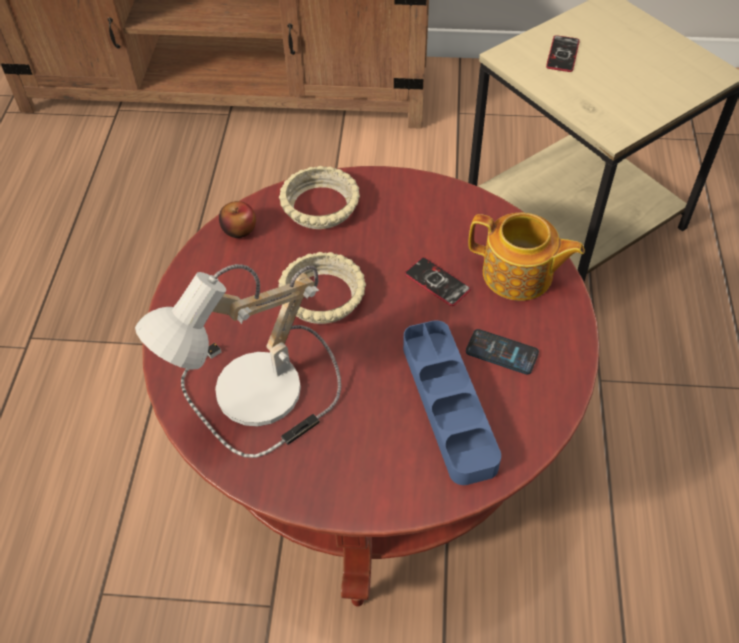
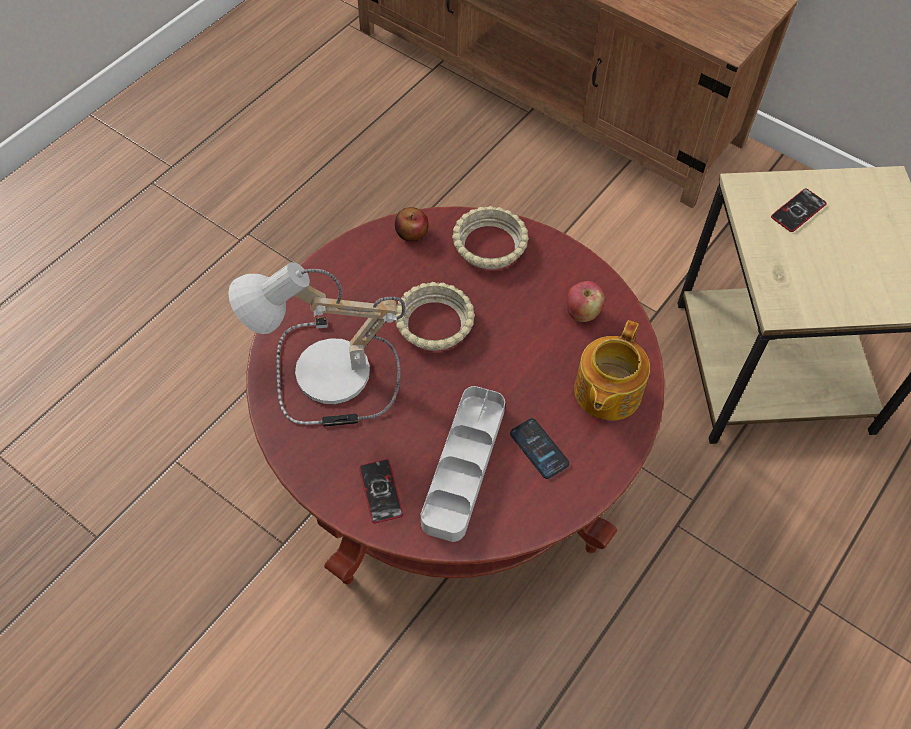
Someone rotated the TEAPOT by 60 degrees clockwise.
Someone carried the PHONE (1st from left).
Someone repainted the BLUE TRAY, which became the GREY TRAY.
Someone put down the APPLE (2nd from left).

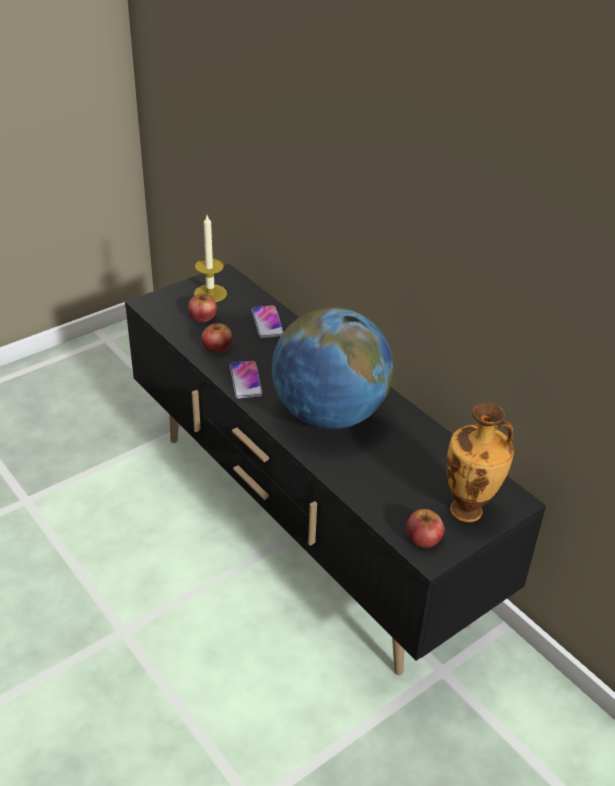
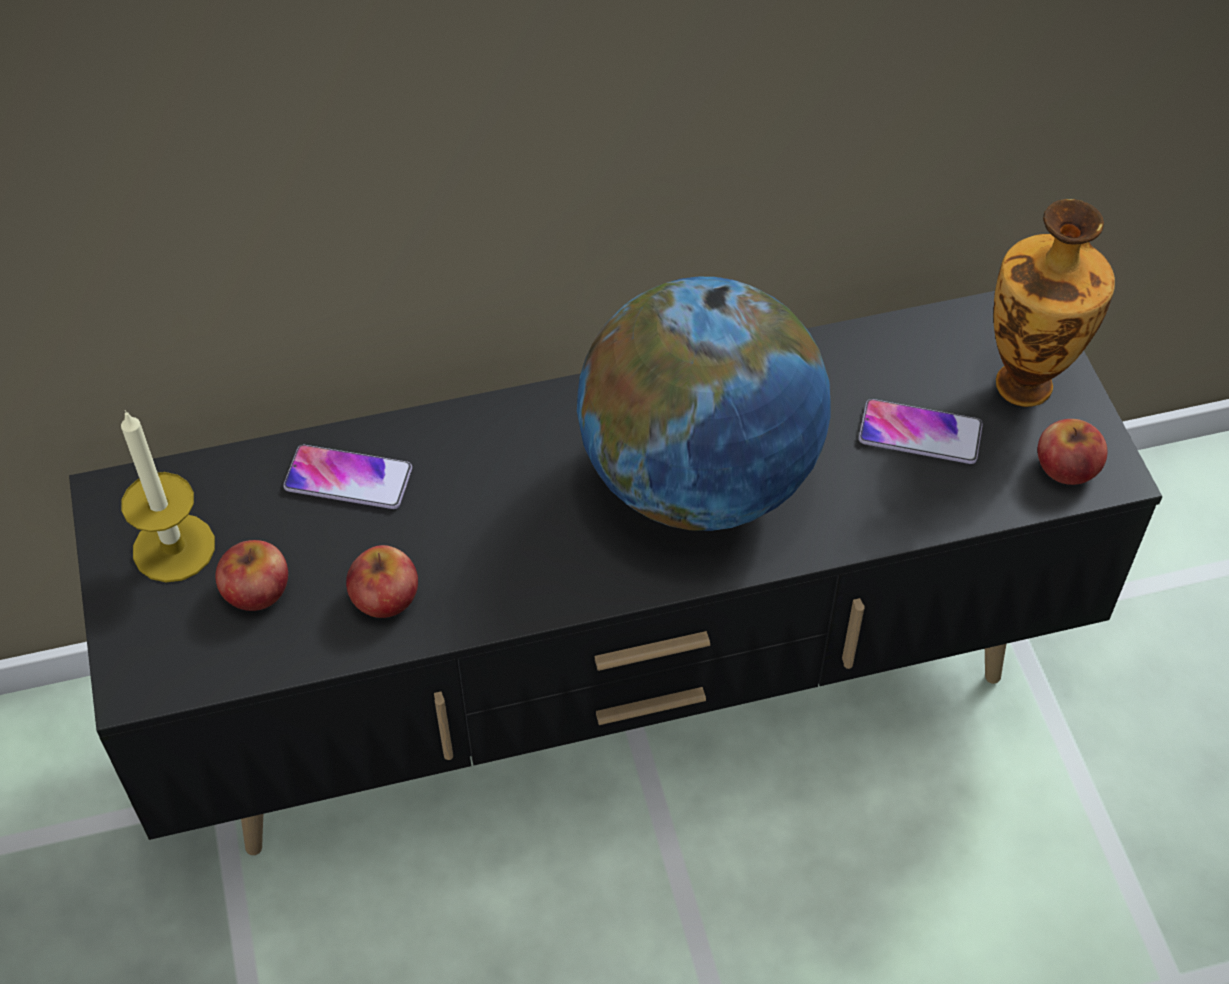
Someone carried the PHONE (1st from left in the first image).

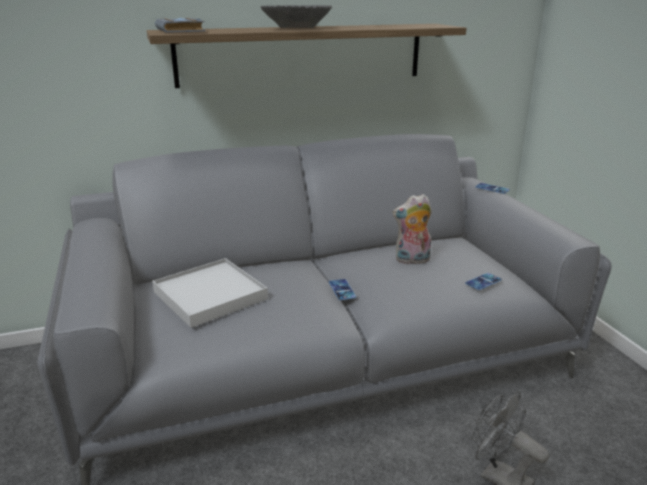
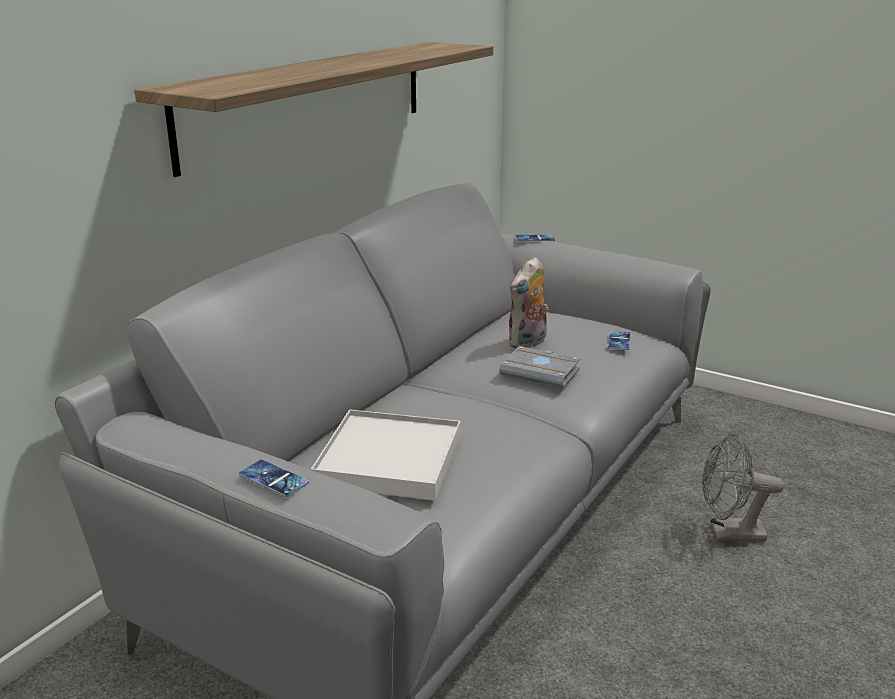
Someone took away the GREY BOWL.
Someone carried the GREY BOOK.
Someone carried the PHONE (1st from left).

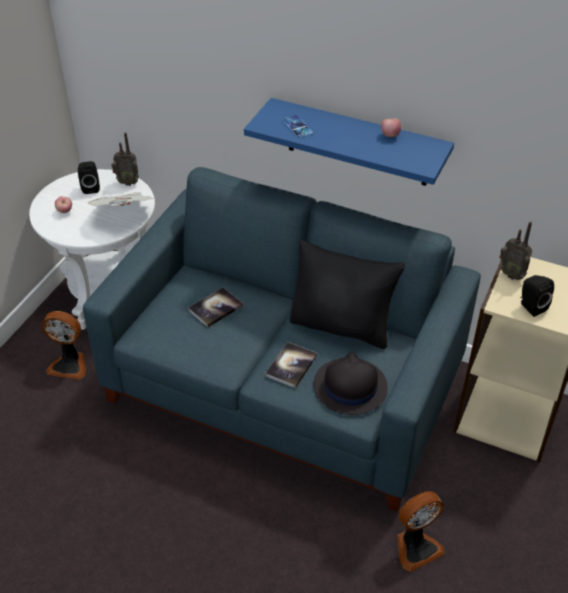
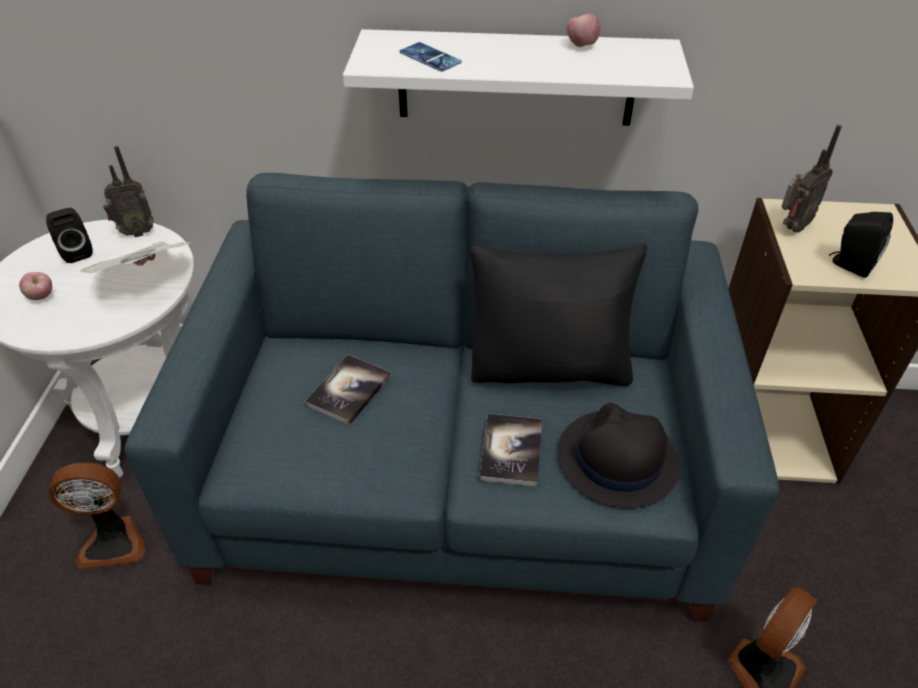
Someone repainted the BLUE SHELF, which became the WHITE SHELF.
Someone rotated the RADIO (2nd from left) by 60 degrees counterclockwise.

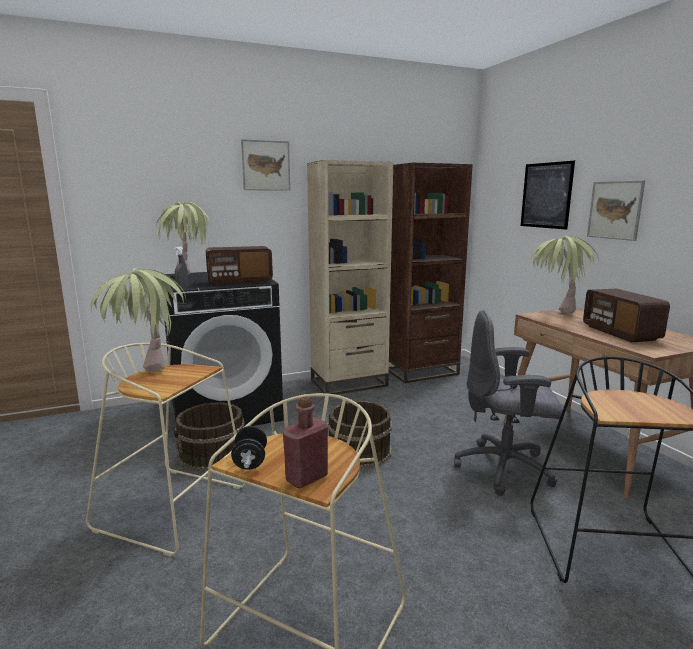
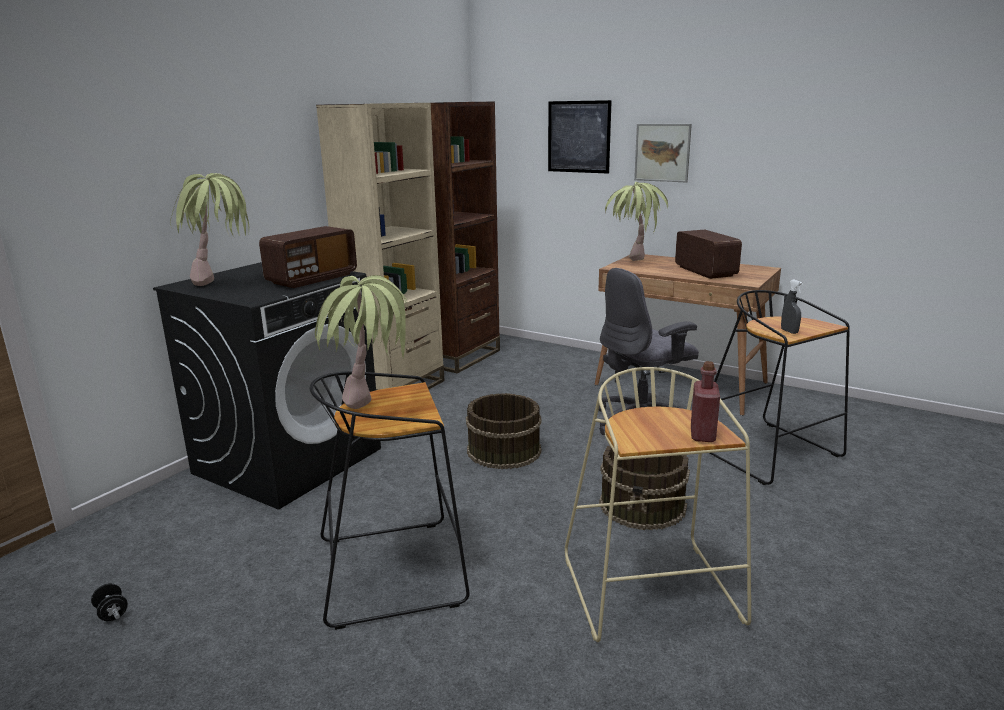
Someone took away the PICTURE (1st from left).
Someone carried the GREY SPRAY BOTTLE.
Someone rotated the RADIO (2nd from left) by 150 degrees counterclockwise.
Someone repainted the BEIGE STOOL (1st from left), which became the BLACK STOOL (1st from left).
Someone carried the BROWN BUCKET (1st from left in the first image).
Someone carried the BLACK DUMBBELL.

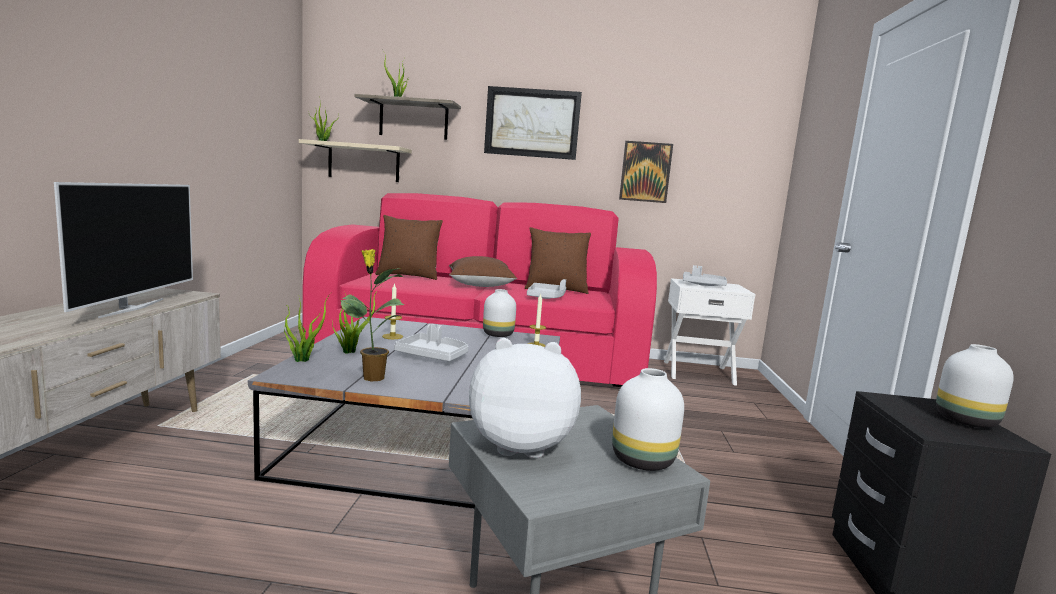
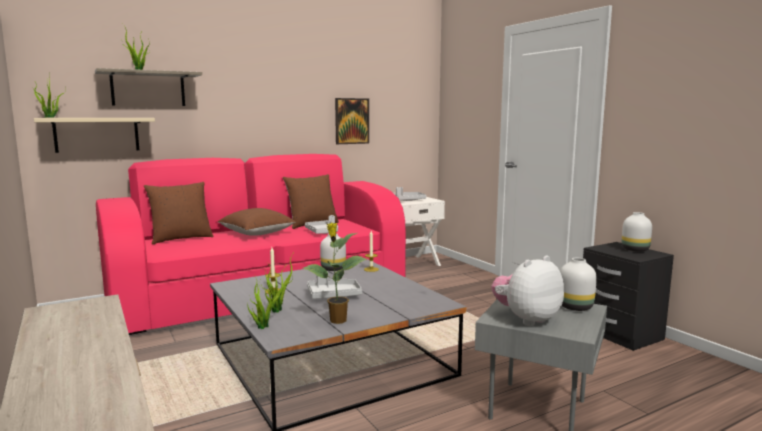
Someone took away the PICTURE (1st from left).
Someone took away the TELEVISION.

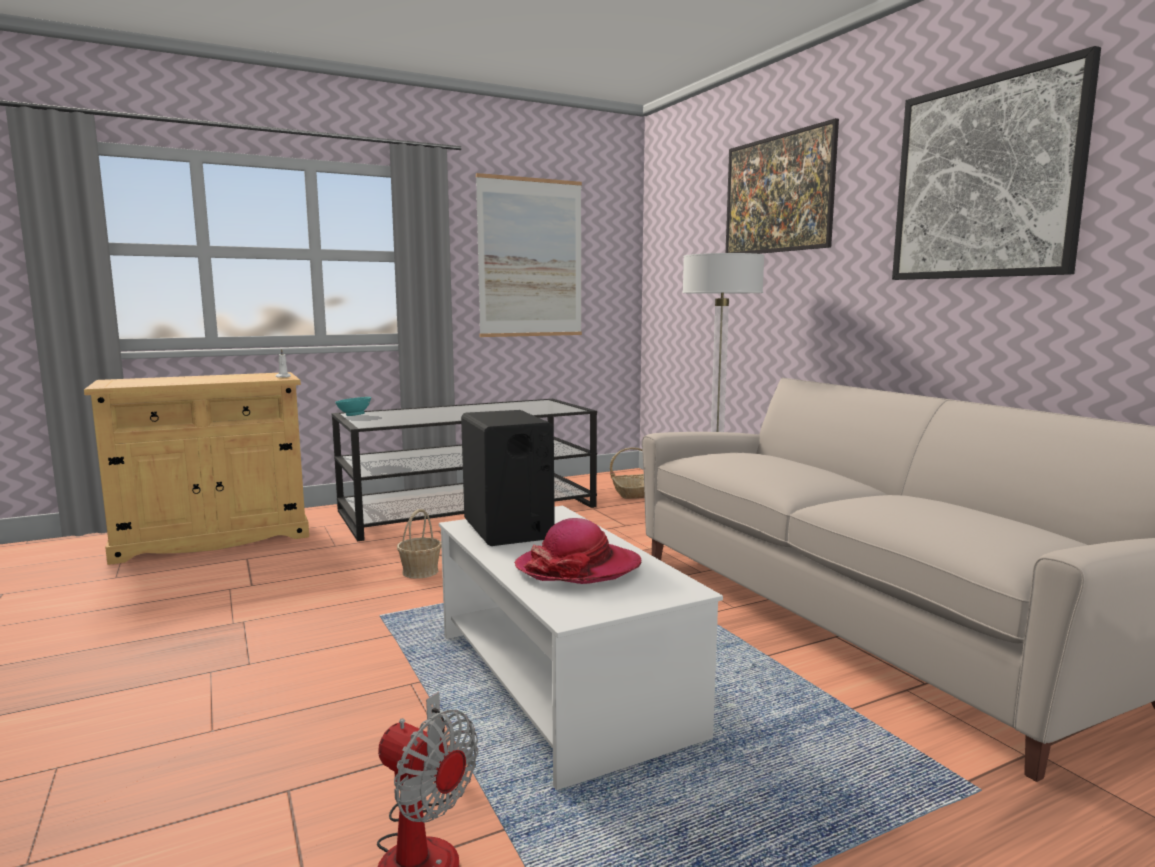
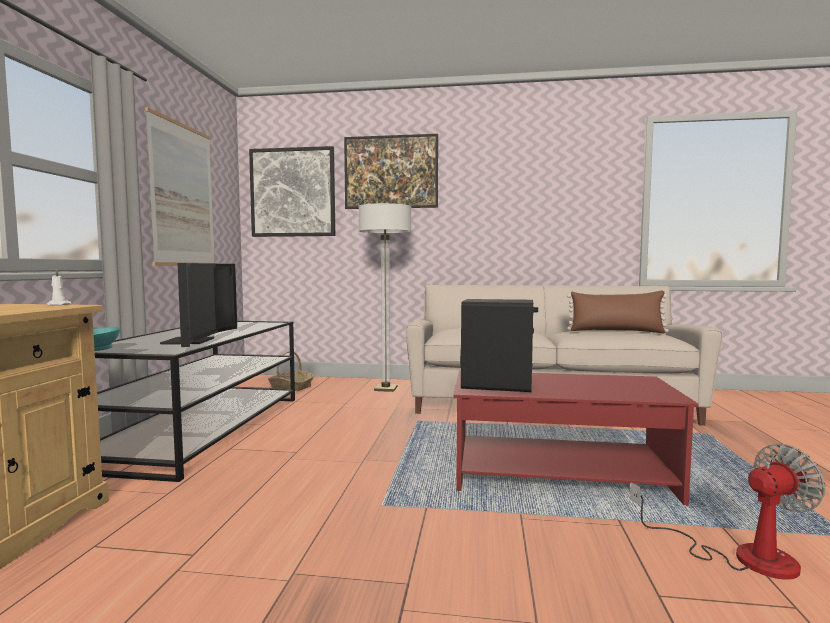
Someone carried the PICTURE (3rd from left in the first image).
Someone repainted the WHITE COFFEE TABLE, which became the RED COFFEE TABLE.
Someone took away the BASKET (1st from left).
Someone took away the HAT.
Someone put down the TELEVISION.
Someone put down the BROWN PILLOW.

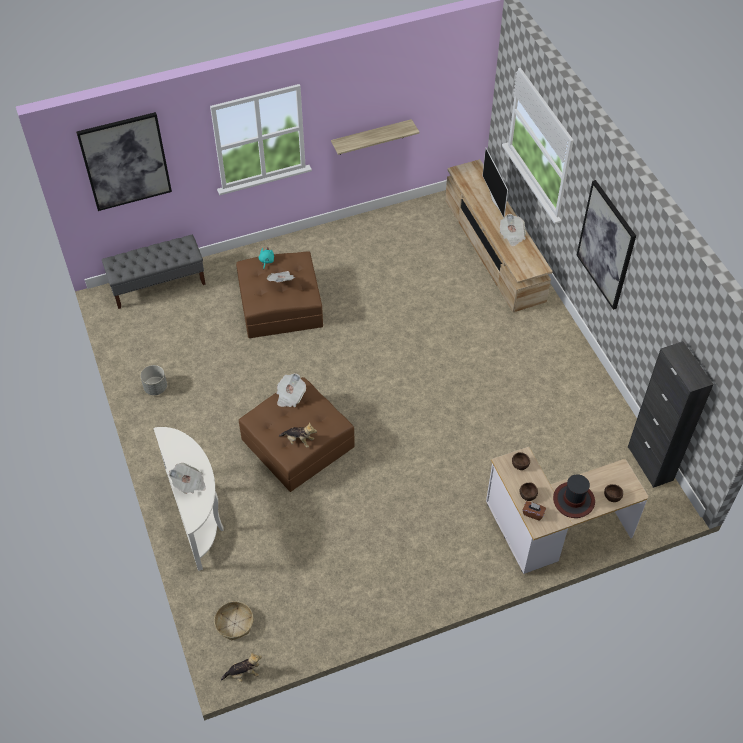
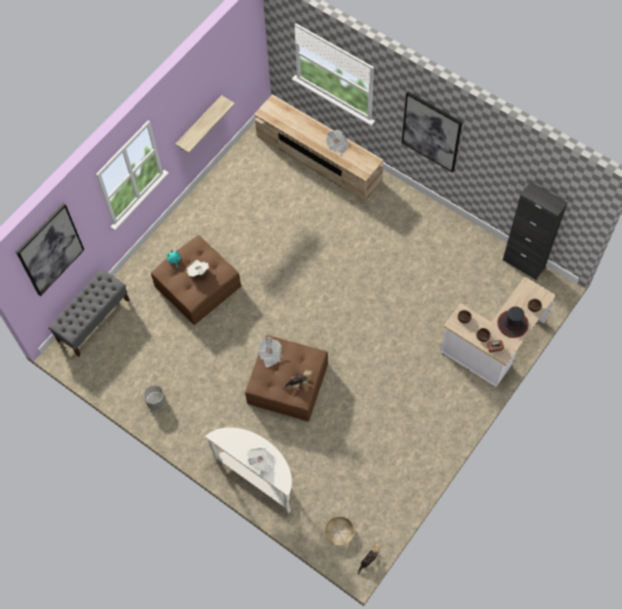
Someone took away the TELEVISION.

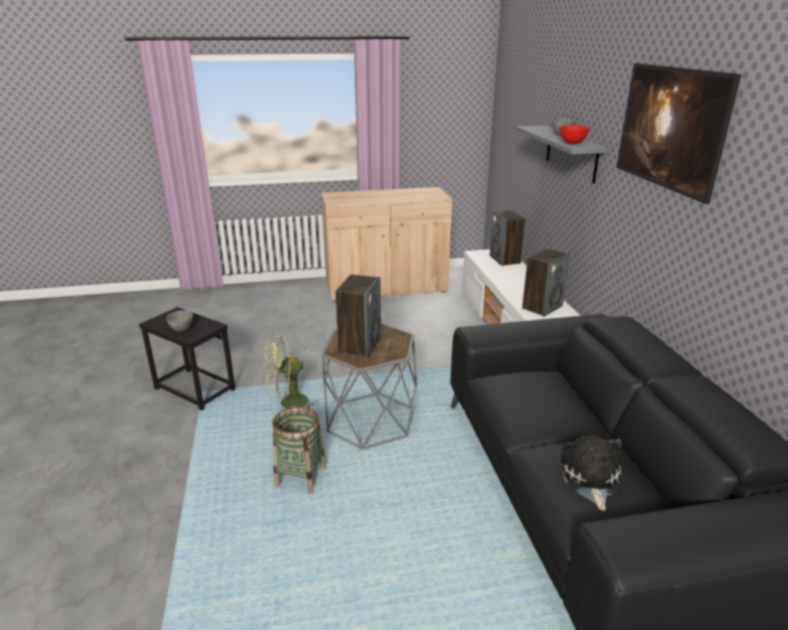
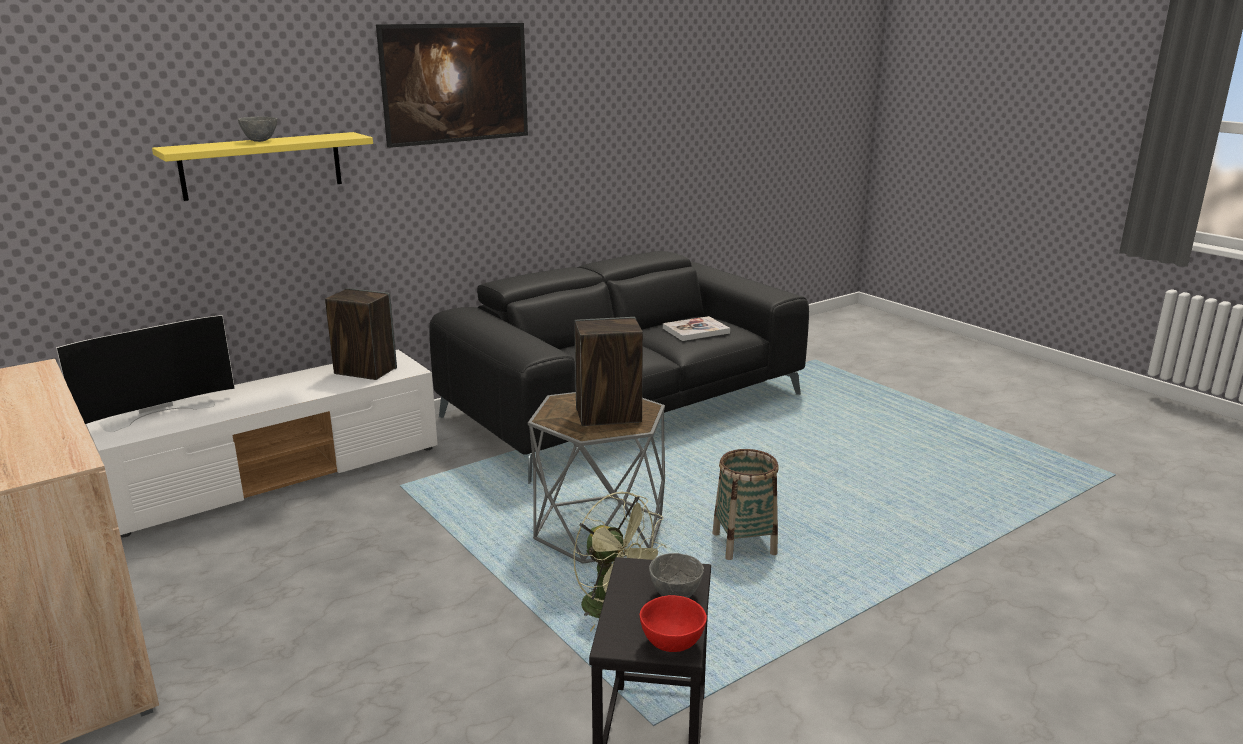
Someone repainted the GREY SHELF, which became the YELLOW SHELF.
Someone carried the RED BOWL.
Someone swapped the SPEAKER (2nd from left) for the TELEVISION.
Someone swapped the PLUSH TOY for the BOOK.

